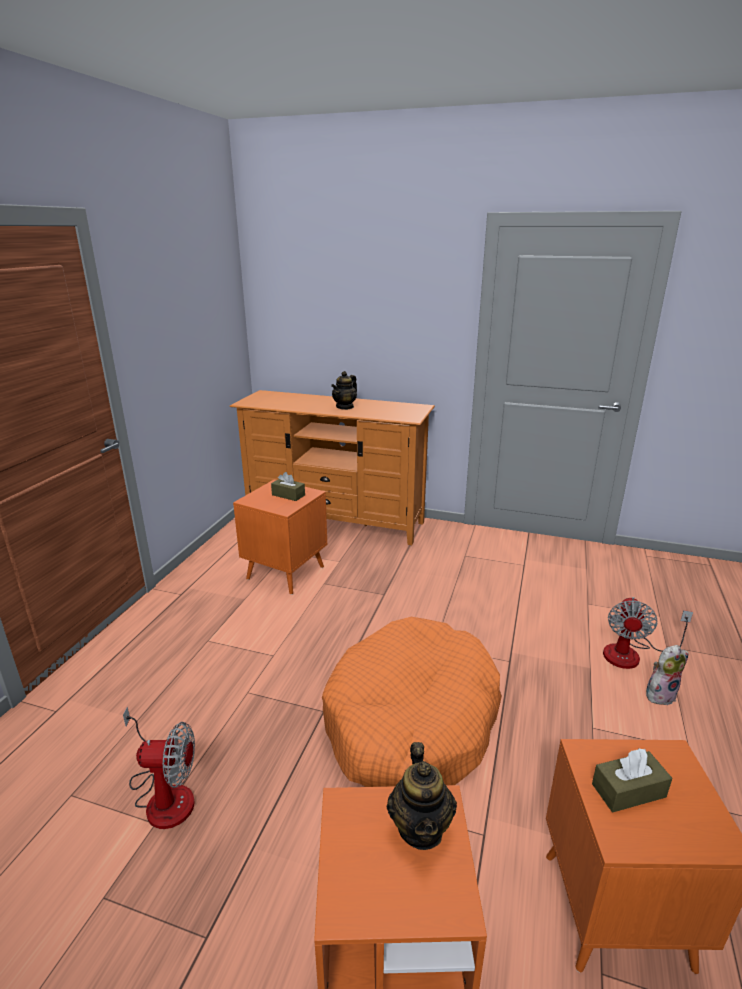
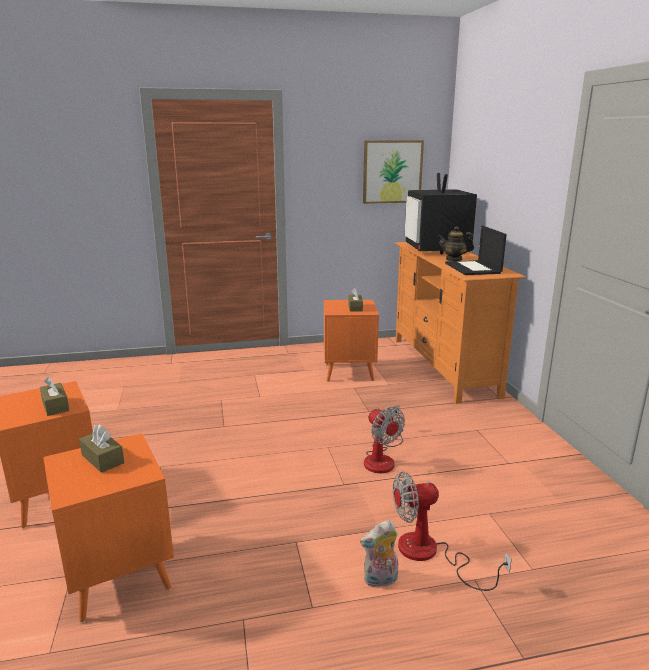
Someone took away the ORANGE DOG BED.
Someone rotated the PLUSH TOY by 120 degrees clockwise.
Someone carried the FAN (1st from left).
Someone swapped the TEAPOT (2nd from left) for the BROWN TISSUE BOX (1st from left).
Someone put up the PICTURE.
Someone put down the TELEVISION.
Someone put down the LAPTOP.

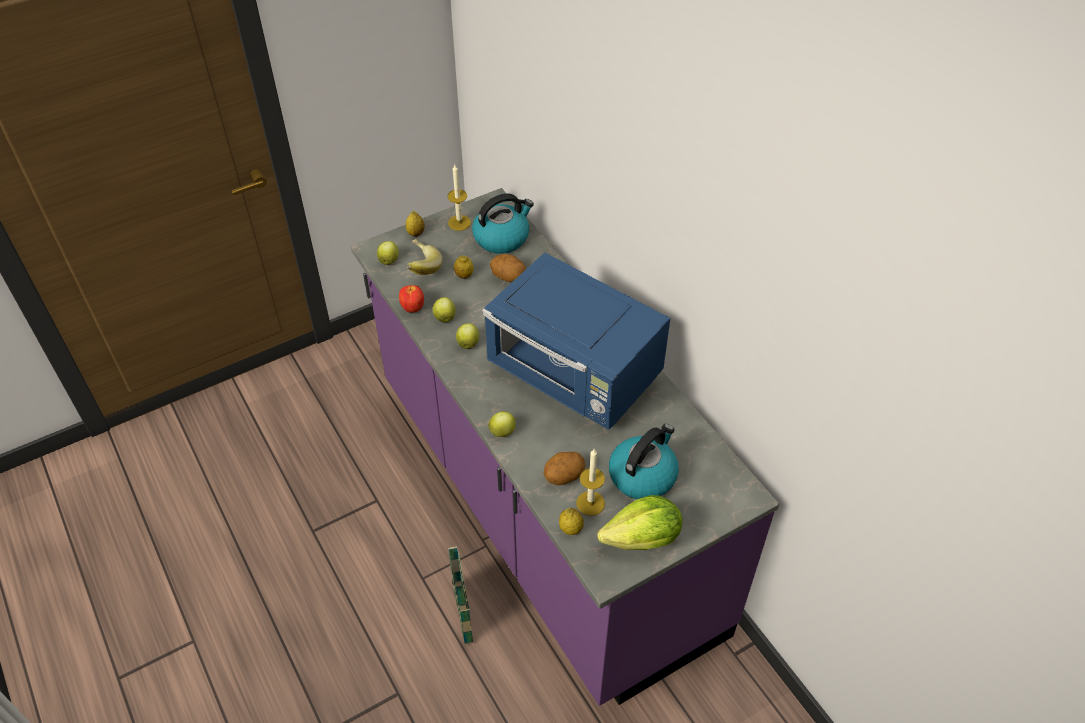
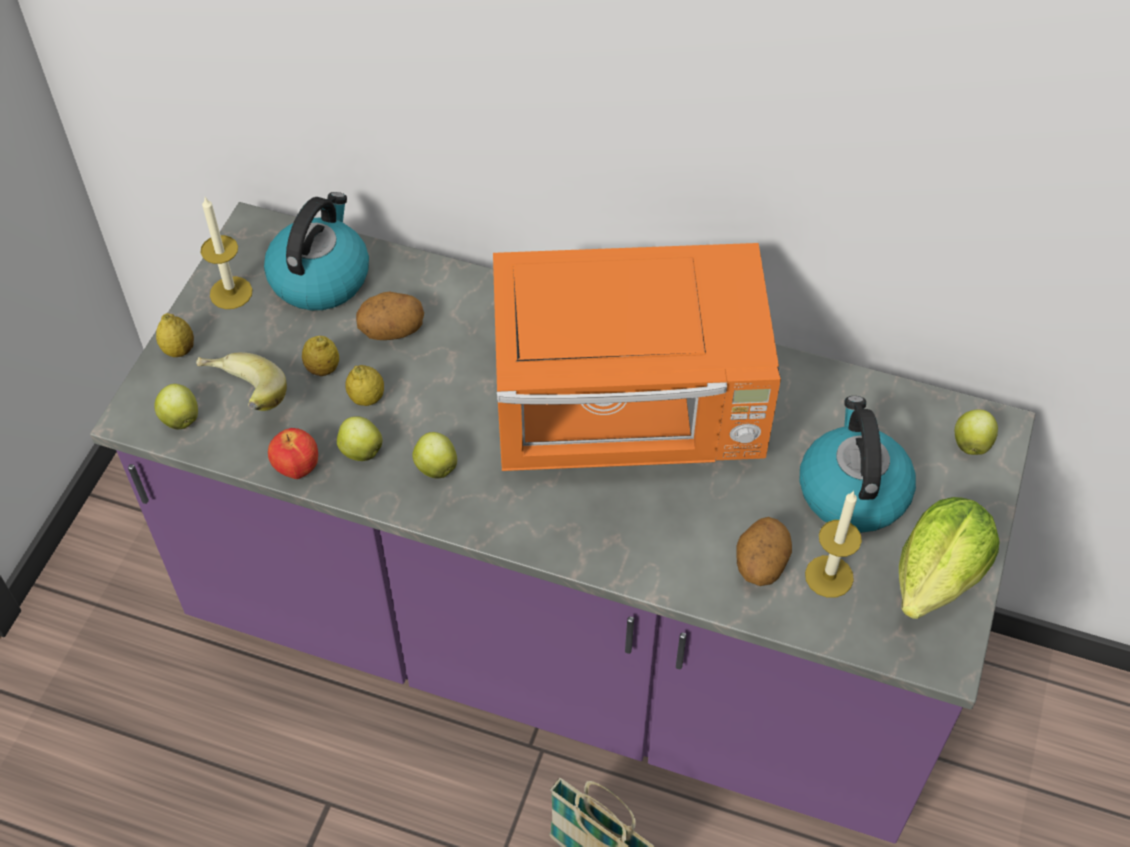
Someone repainted the BLUE MICROWAVE, which became the ORANGE MICROWAVE.
Someone carried the APPLE (5th from left).
Someone carried the LEMON (3rd from left).

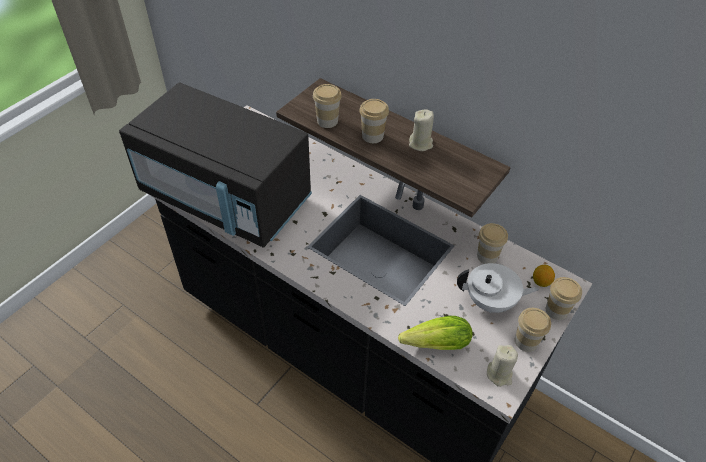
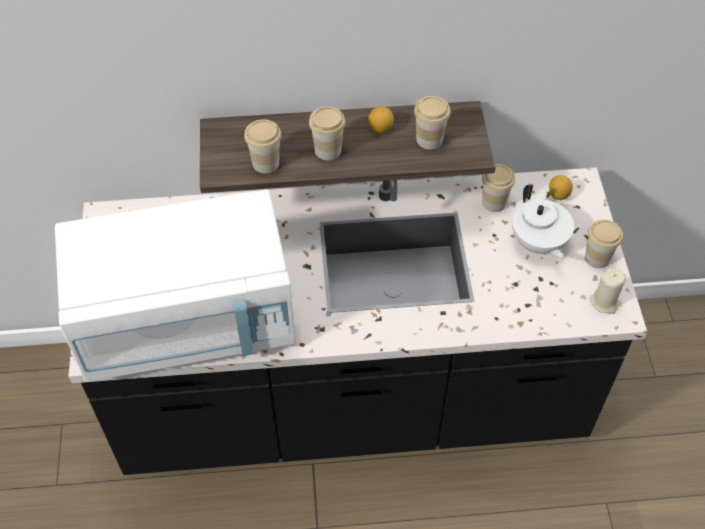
Someone repainted the BLACK MICROWAVE, which became the WHITE MICROWAVE.
Someone swapped the BEIGE CANDLE (1st from left) for the LEMON (1st from left).
Someone rotated the WHITE TEAPOT by 105 degrees clockwise.
Someone carried the CUP (5th from left in the first image).
Someone took away the LETTUCE.

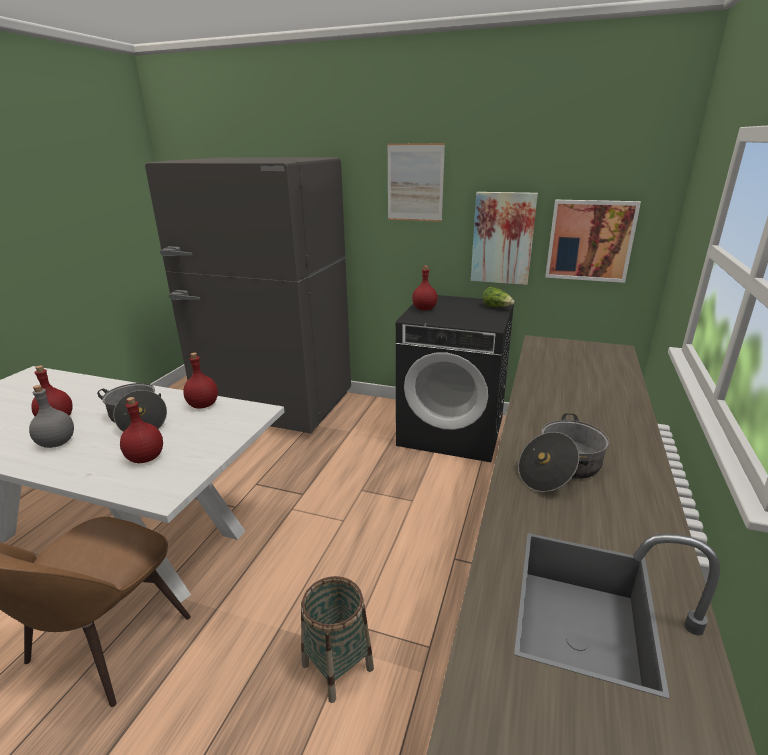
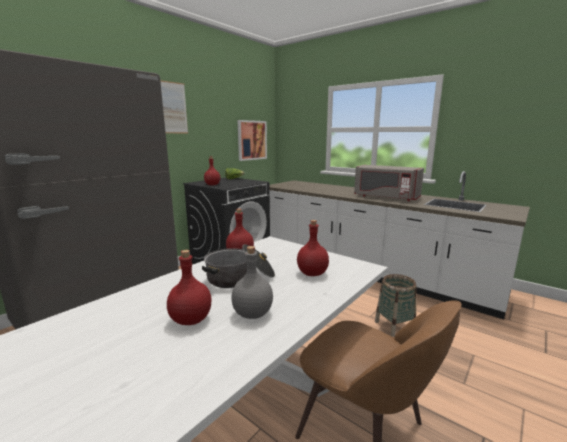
Someone took away the PICTURE (2nd from left).
Someone swapped the COOKING POT (2nd from left) for the GREY MICROWAVE.

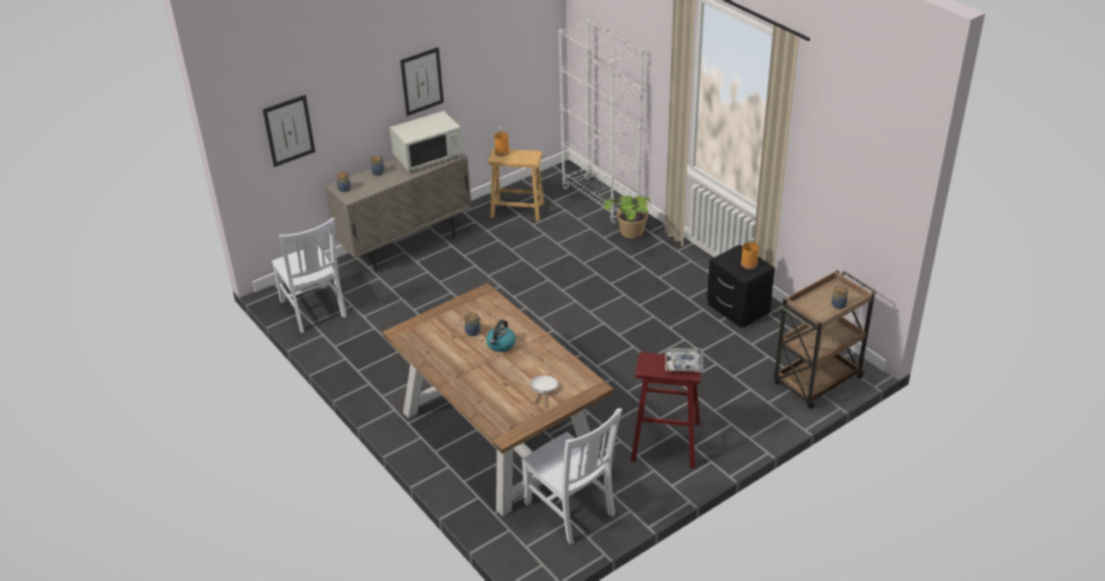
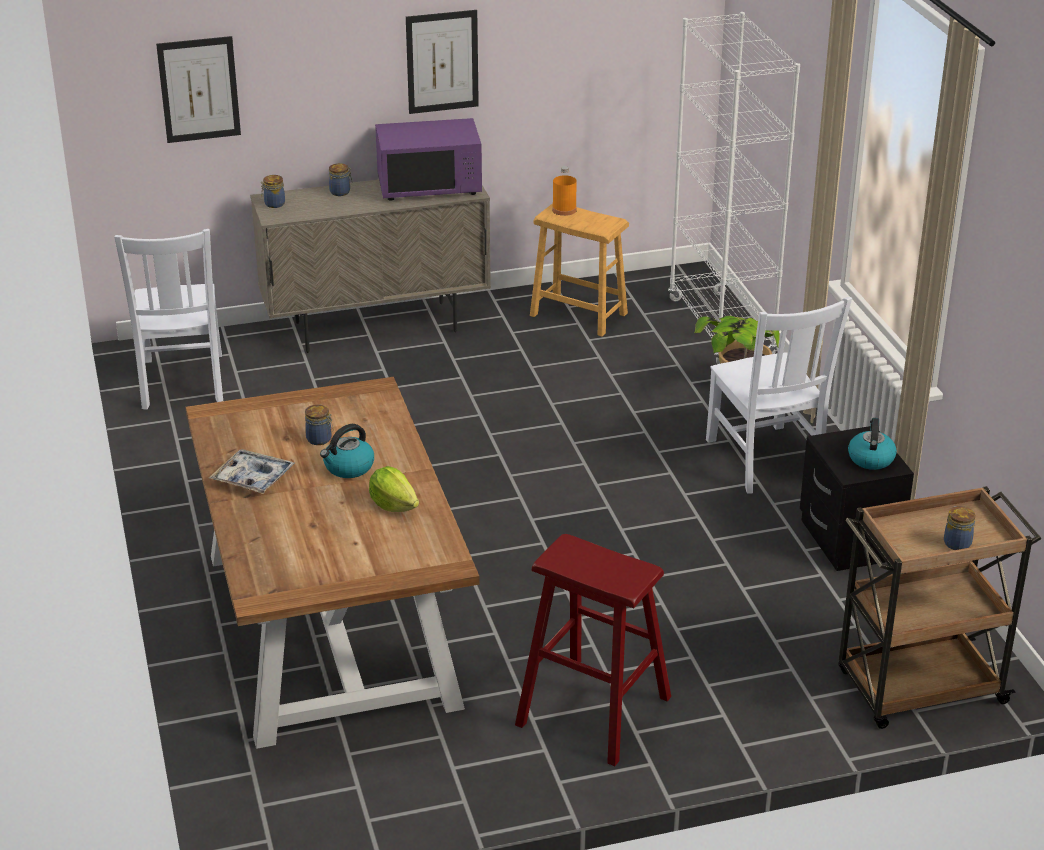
Someone repainted the WHITE MICROWAVE, which became the PURPLE MICROWAVE.
Someone swapped the ORANGE BOTTLE (2nd from left) for the KETTLE (2nd from left).
Someone carried the TRAY.
Someone took away the WHITE FRYING PAN.
Someone carried the WHITE CHAIR (2nd from left).
Someone put down the LETTUCE.

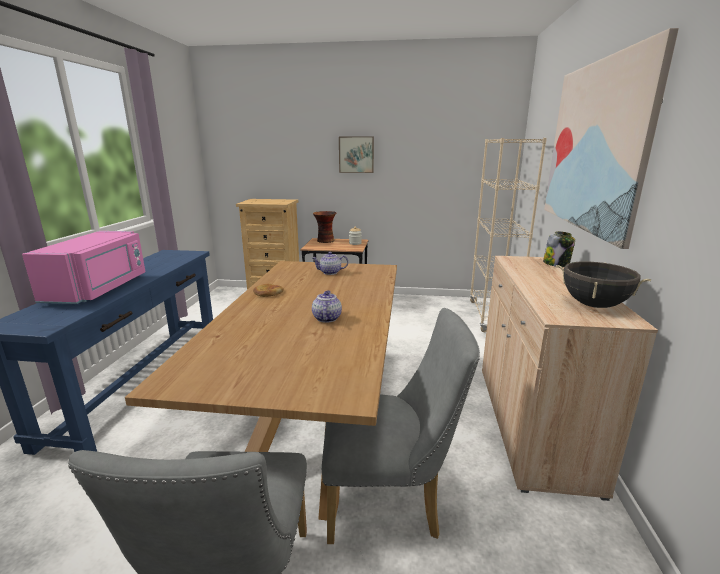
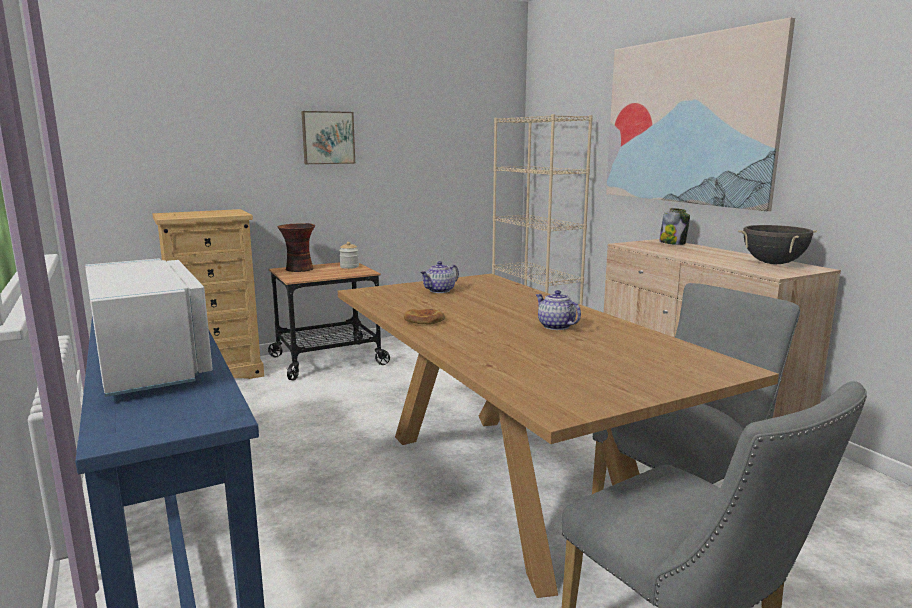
Someone repainted the PINK MICROWAVE, which became the WHITE MICROWAVE.

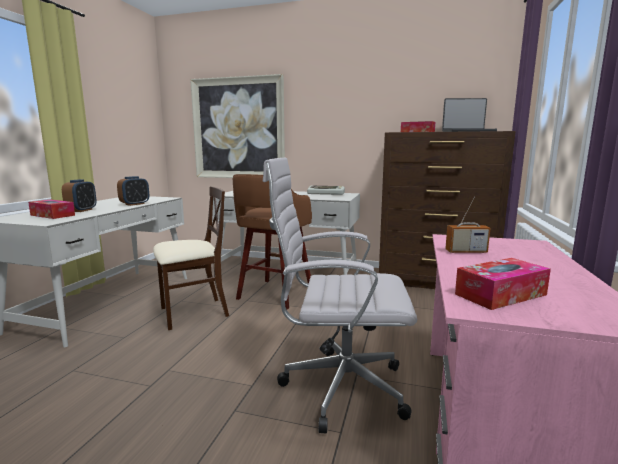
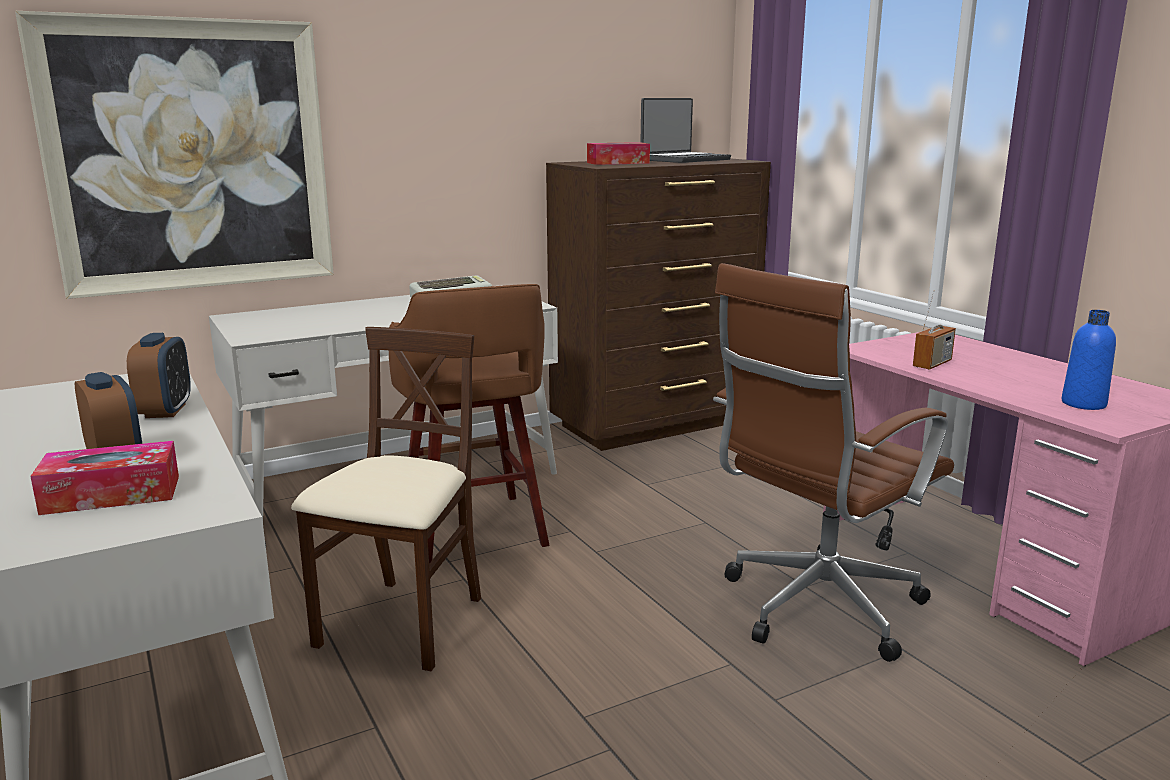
Someone repainted the WHITE OFFICE CHAIR, which became the BROWN OFFICE CHAIR.
Someone swapped the TISSUE BOX (3rd from left) for the BLUE BOTTLE.

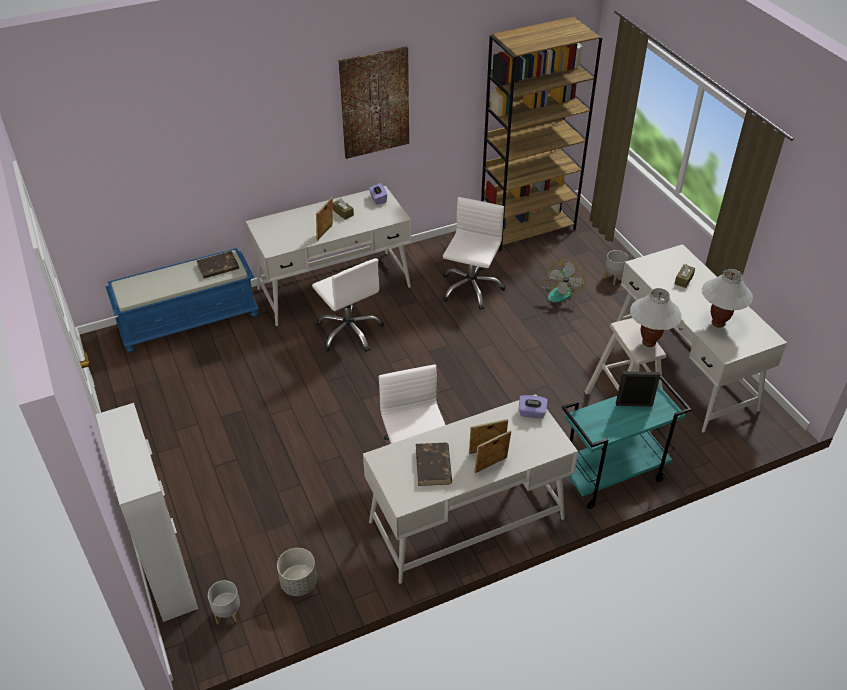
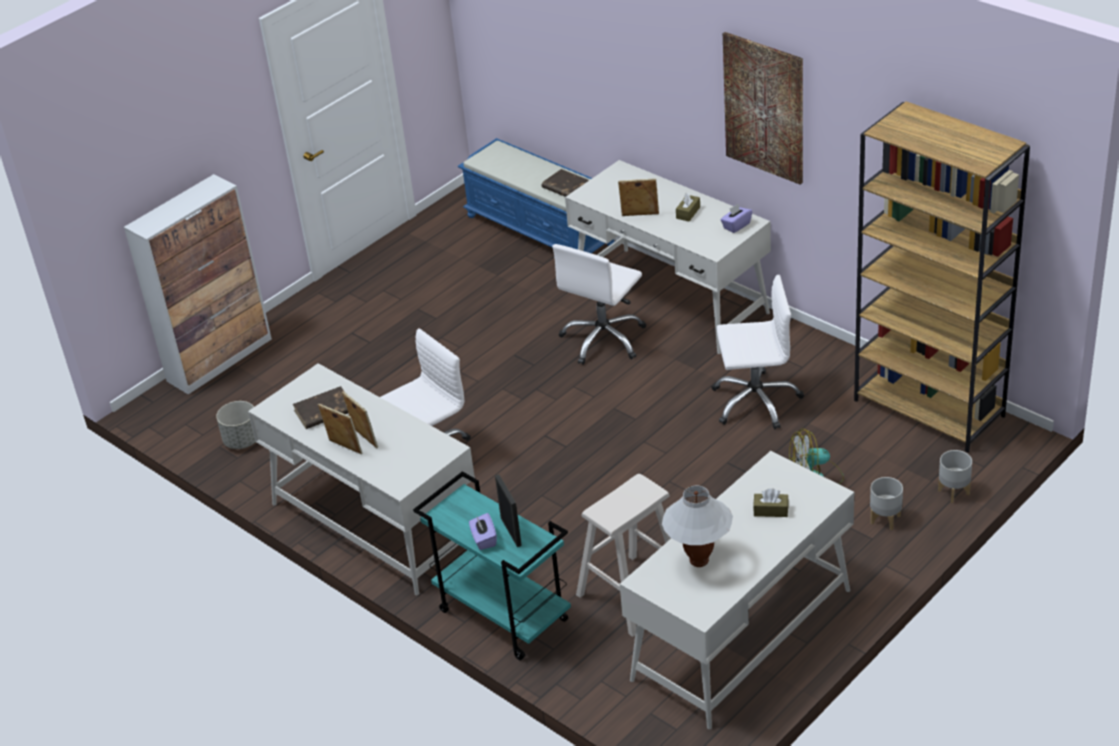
Someone took away the WHITE TABLE LAMP (1st from left).
Someone carried the PURPLE TISSUE BOX (2nd from left in the first image).
Someone carried the GREY PLANTER (1st from left in the first image).

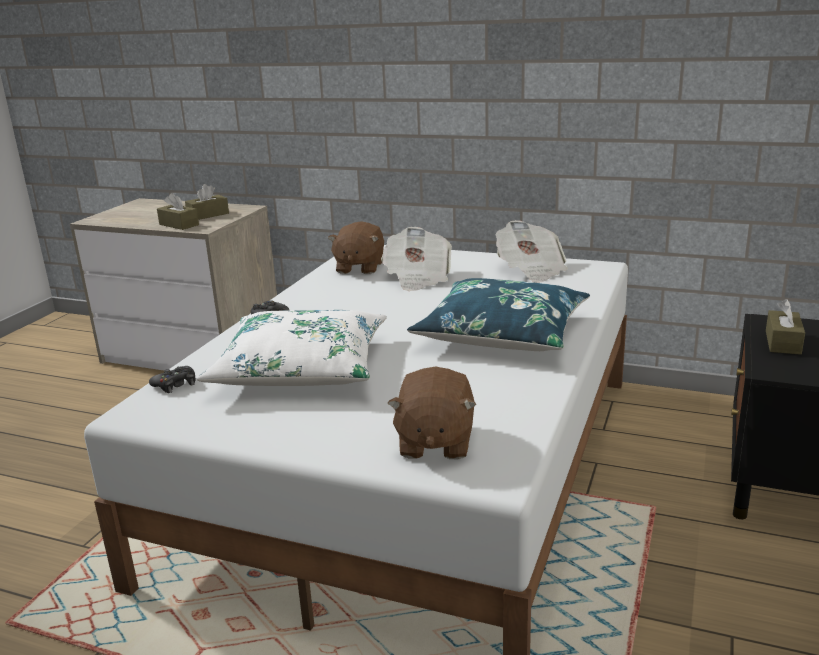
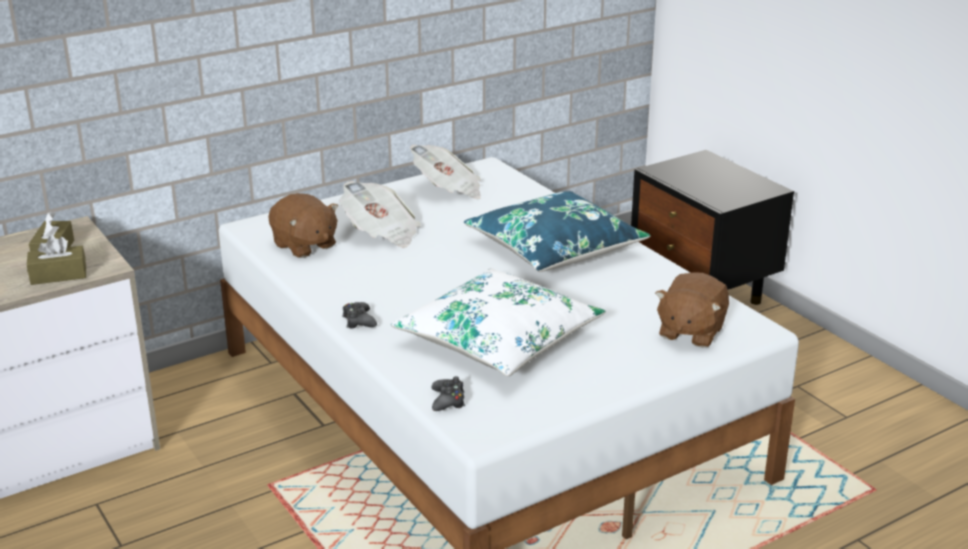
Someone took away the BROWN TISSUE BOX (3rd from left).
Someone rotated the BROWN PLUSH TOY (2nd from left) by 75 degrees clockwise.

